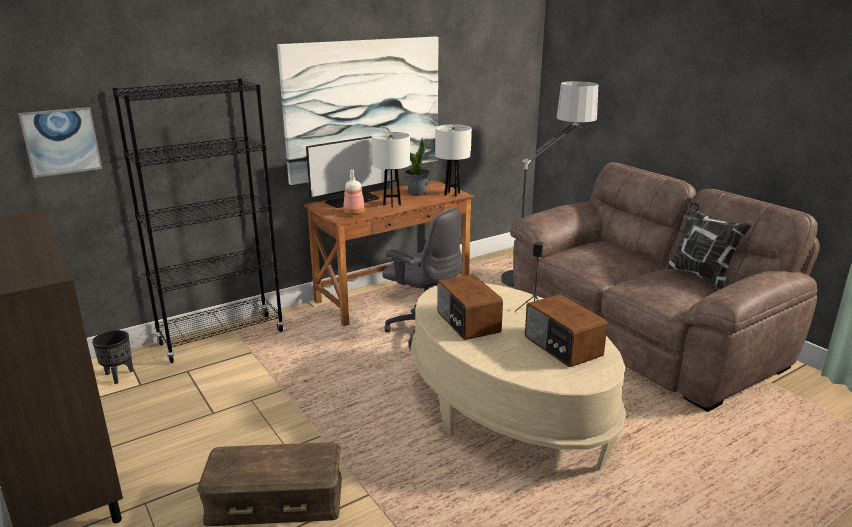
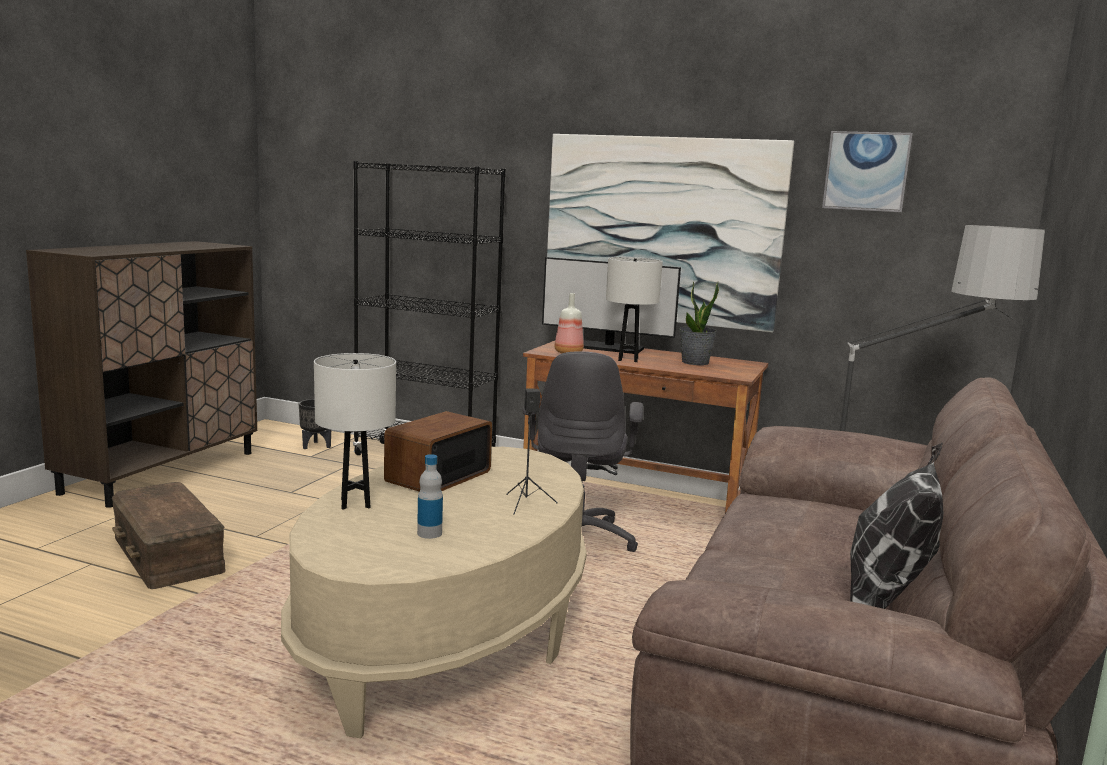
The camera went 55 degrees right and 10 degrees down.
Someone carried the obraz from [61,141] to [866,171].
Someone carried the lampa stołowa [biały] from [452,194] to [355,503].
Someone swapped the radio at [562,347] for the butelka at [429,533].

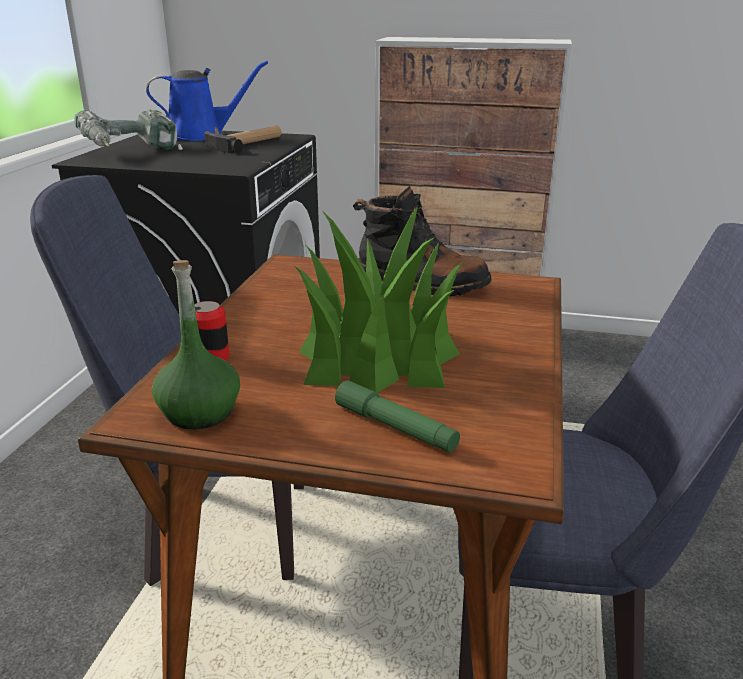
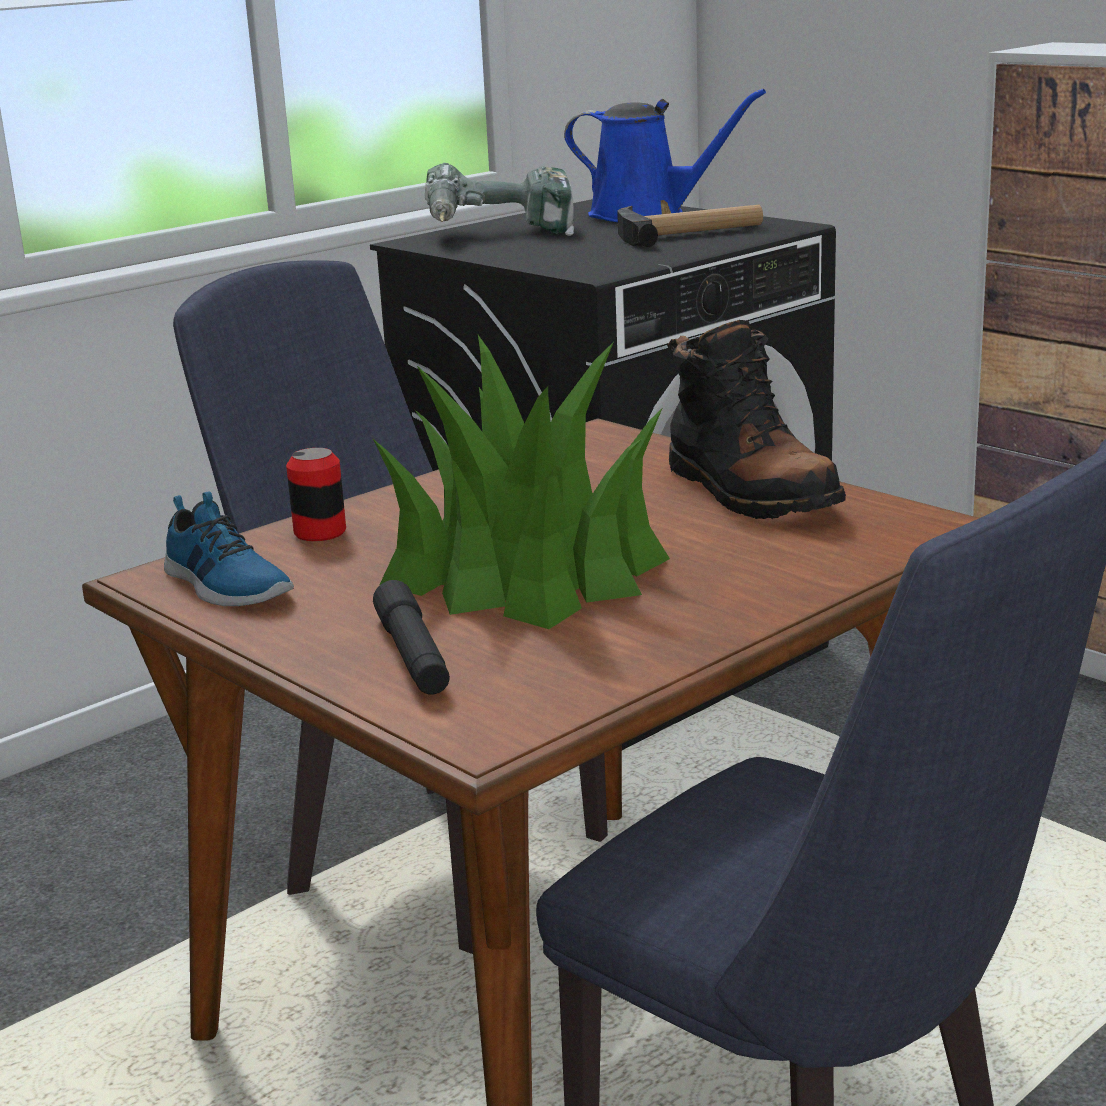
The camera went 35 degrees right and 5 degrees down.
Someone swapped the butelka [zielony] at [199,412] for the but at [225,586].
Someone repainted the latarka [zielony] at [395,427], which became the latarka [czarny] at [413,655].

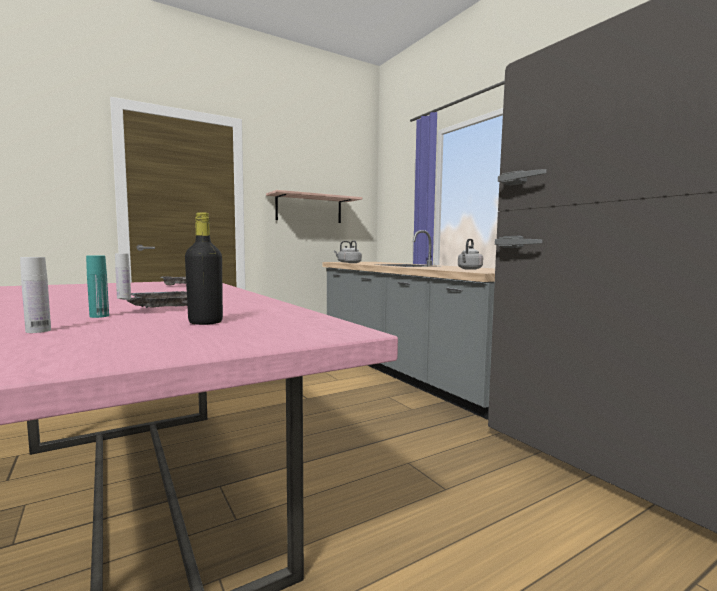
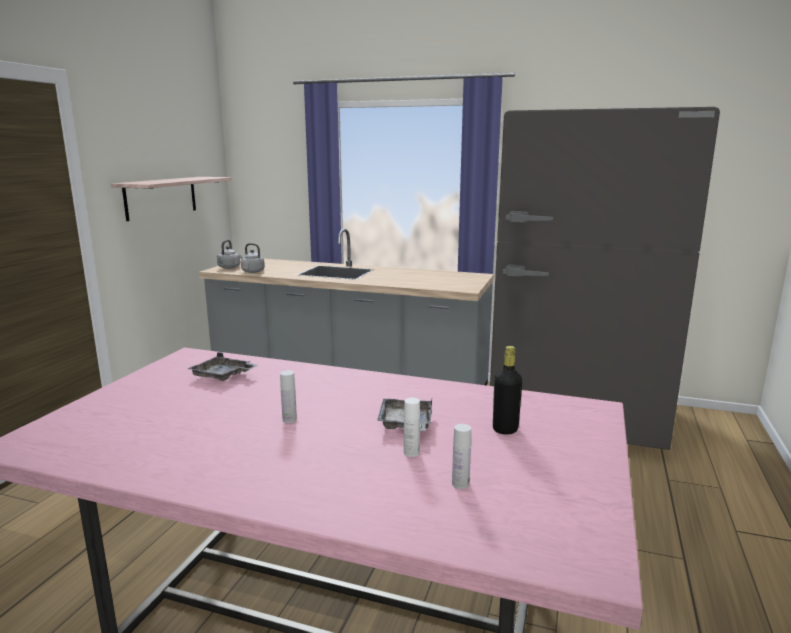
The camera went 40 degrees left and 10 degrees up.
Someone took away the czajnik [szary] at [469,269].
Someone repainted the butelka [turkusowy] at [99,316], which became the butelka [biały] at [411,452].

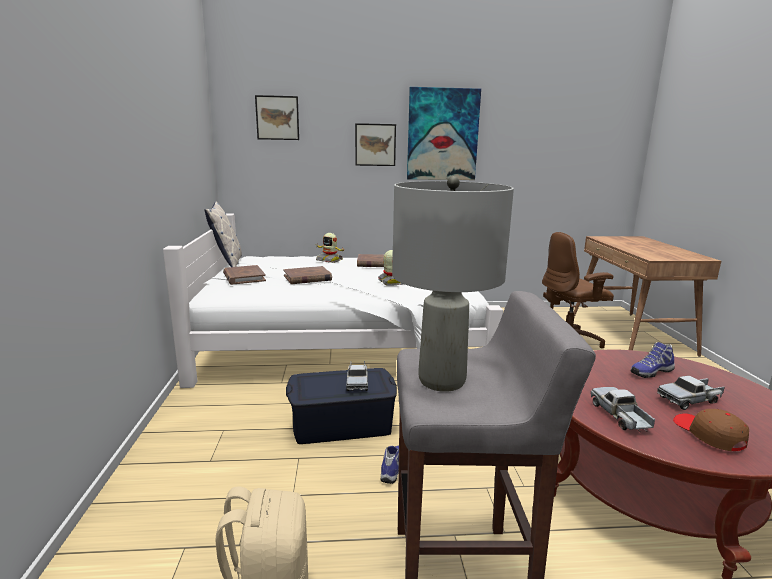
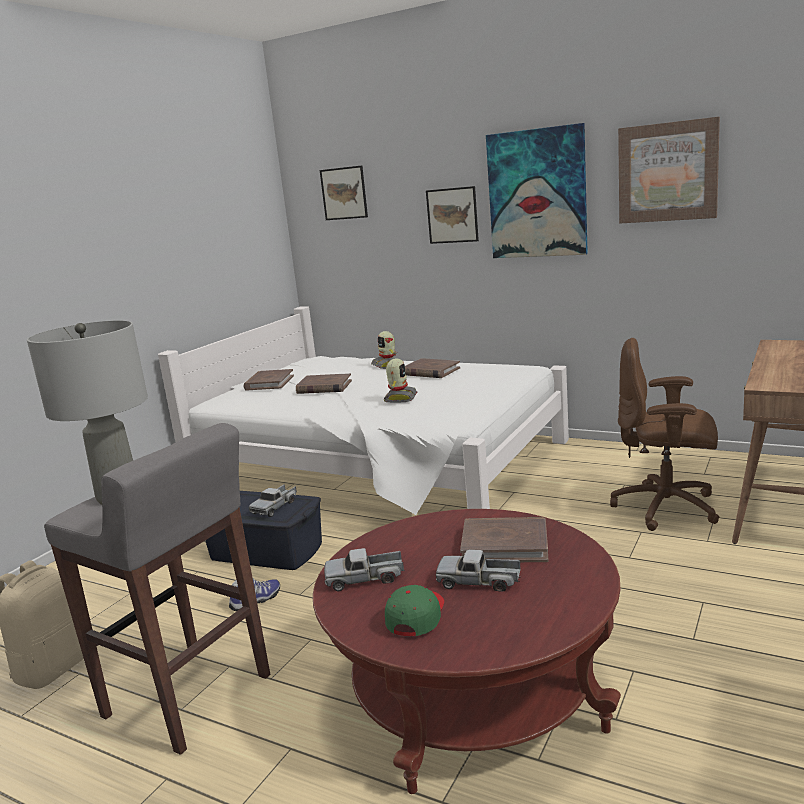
The camera went 35 degrees right and 0 degrees up.
Someone took away the poduszka at [227,263].
Someone swapped the but at [650,372] for the książka [brązowy] at [505,544].
Someone rotated the ciężarówka zabawkowa at [620,416] by 120 degrees counterclockwise.
Someone repainted the czapka z daszkiem [brązowy] at [708,434], which became the czapka z daszkiem [zielony] at [416,616].
Someone put up the obraz at [667,172].

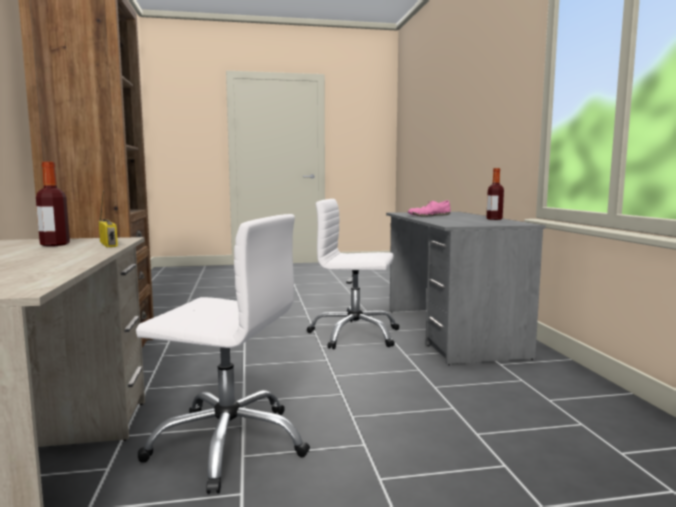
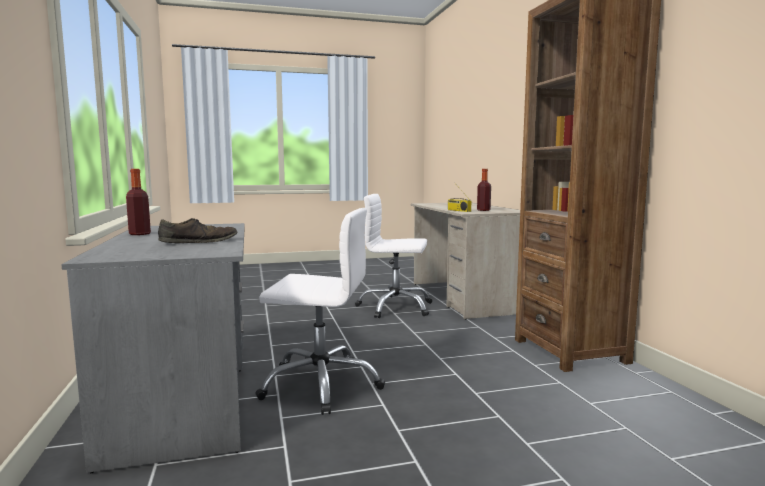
The camera went 175 degrees right and 0 degrees up.
Someone repainted the but [różowy] at [429,216], which became the but [brązowy] at [199,241].

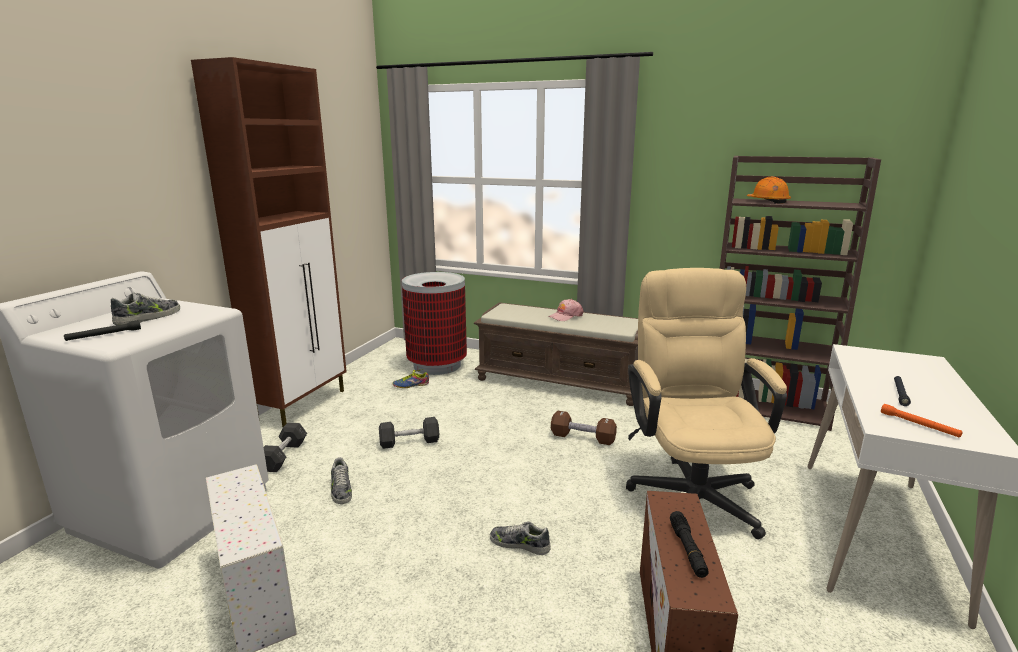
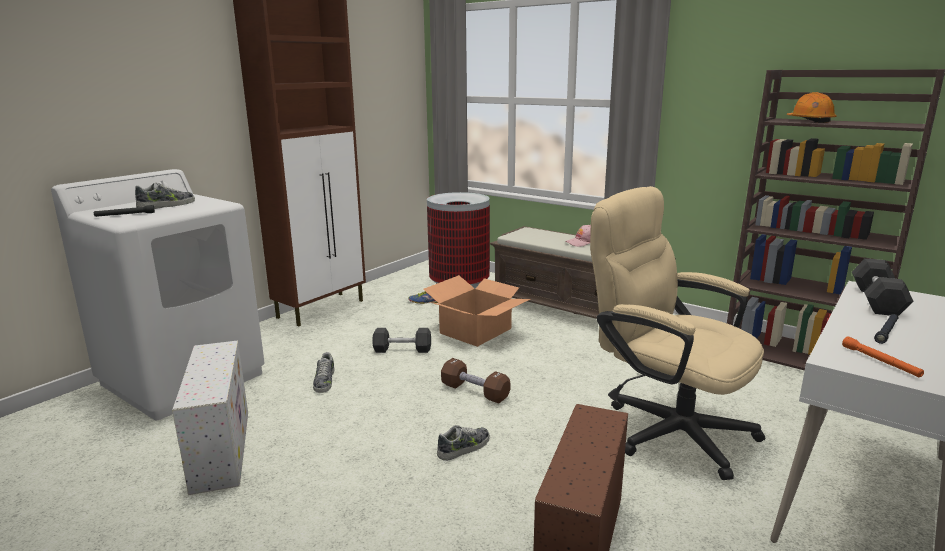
The camera went 15 degrees right and 0 degrees up.
Someone rotated the krzesło biurowe [beżowy] at [691,491] by 60 degrees counterclockwise.
Someone carried the hantel [brązowy] from [582,438] to [475,392].
Someone carried the hantel [szary] from [283,456] to [877,301].
Someone took away the latarka [czarny] at [687,549].
Someone rotated the but at [519,544] by 105 degrees clockwise.
Someone put down the karton at [476,331].

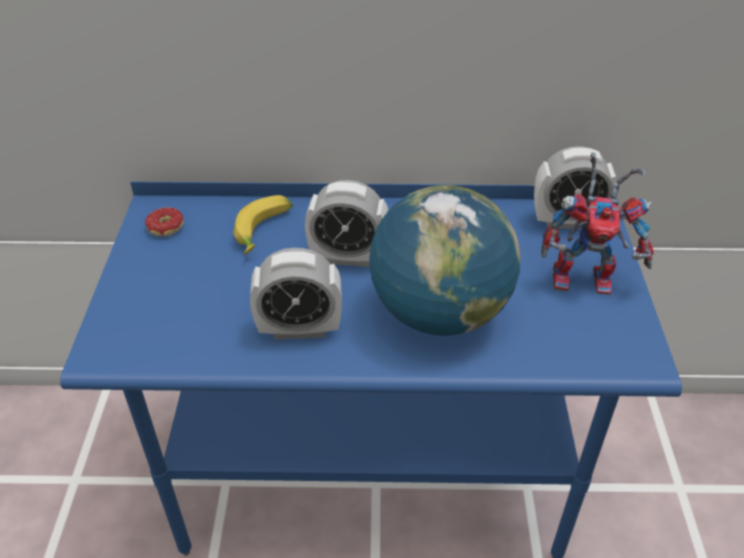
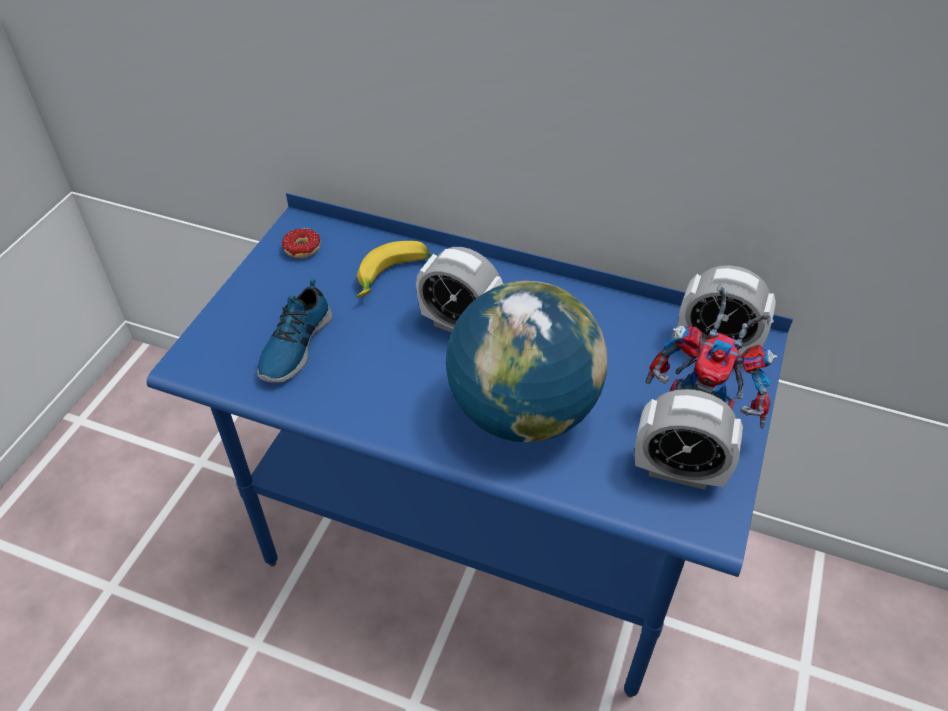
The camera went 20 degrees right and 5 degrees up.
Someone carried the budzik from [299,329] to [678,471].
Someone put down the but at [294,345].

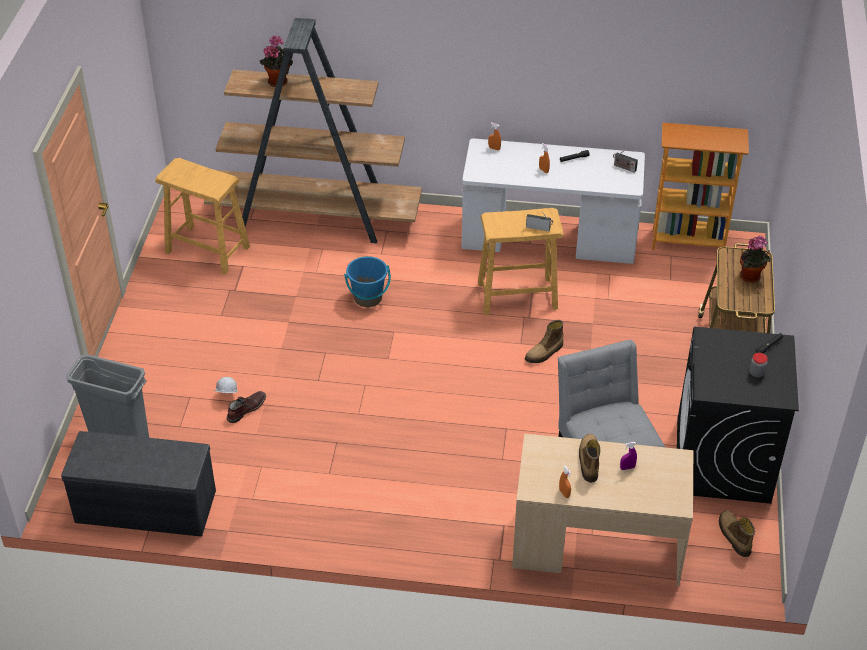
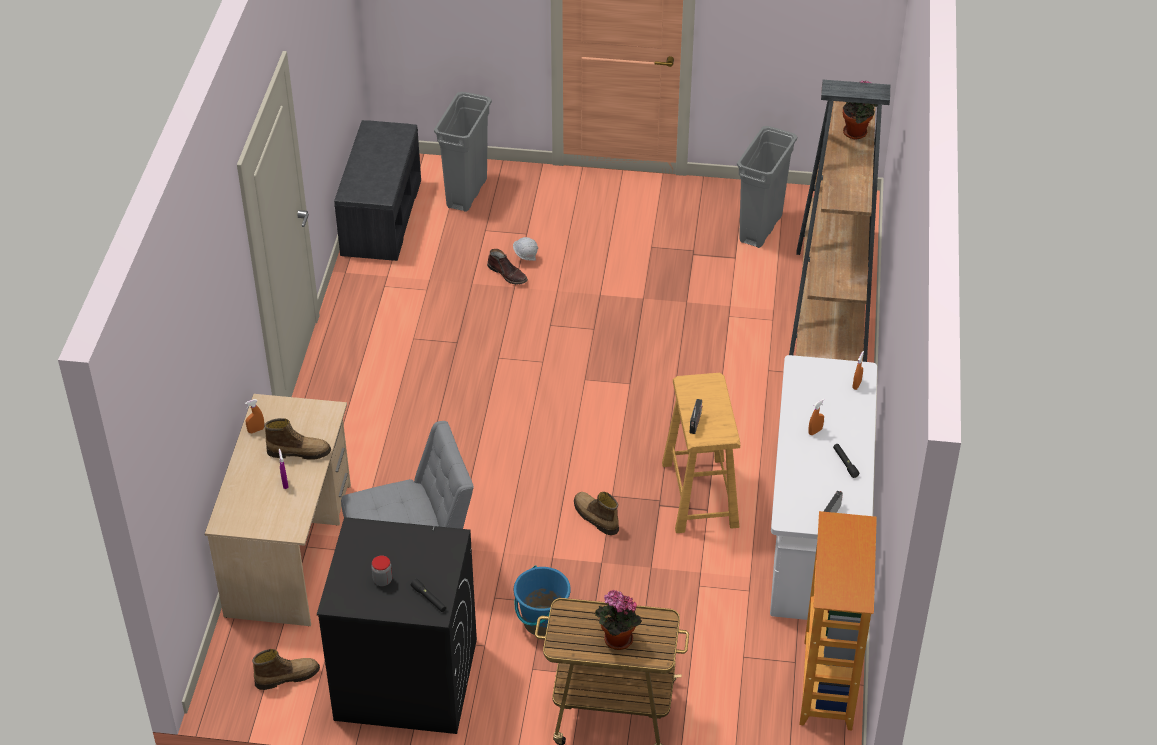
The camera went 90 degrees right and 0 degrees up.
Someone swapped the stołek [beżowy] at [208,250] for the kosz na śmieci [szary] at [760,229].
Someone carried the wiadro [niebieski] from [368,298] to [542,621].

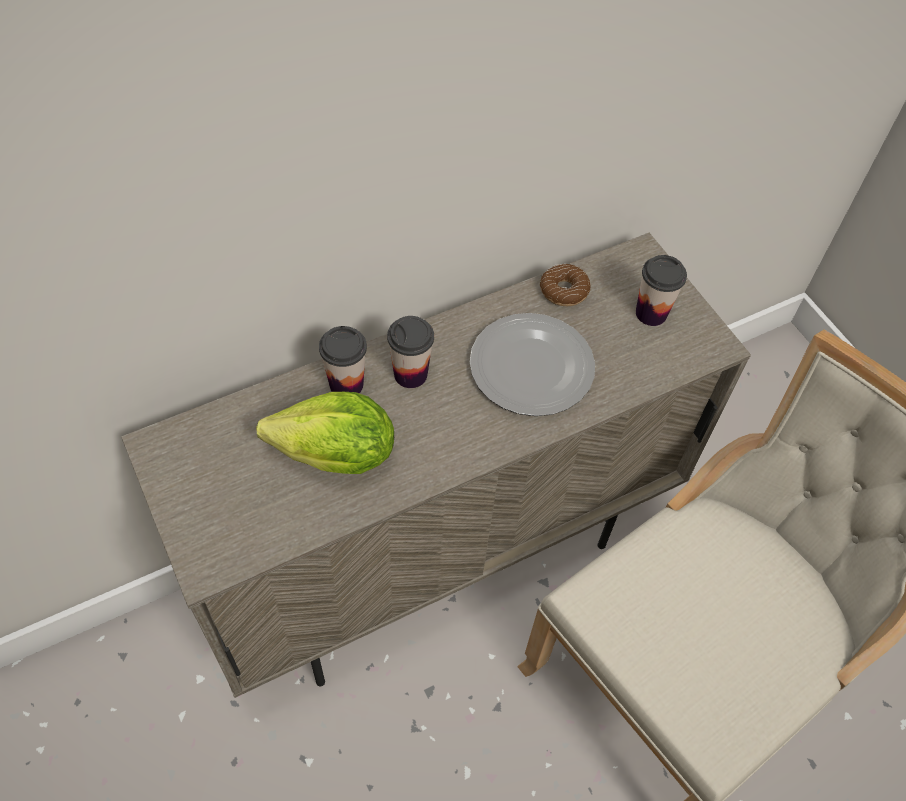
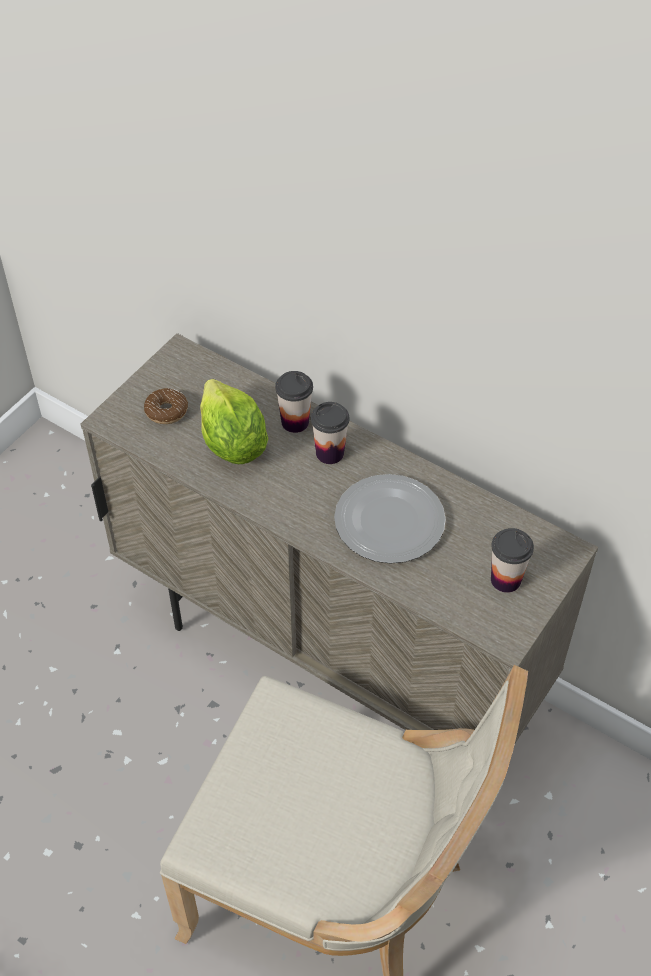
The camera went 65 degrees right and 5 degrees down.
Someone carried the donut from [564,290] to [166,411].

